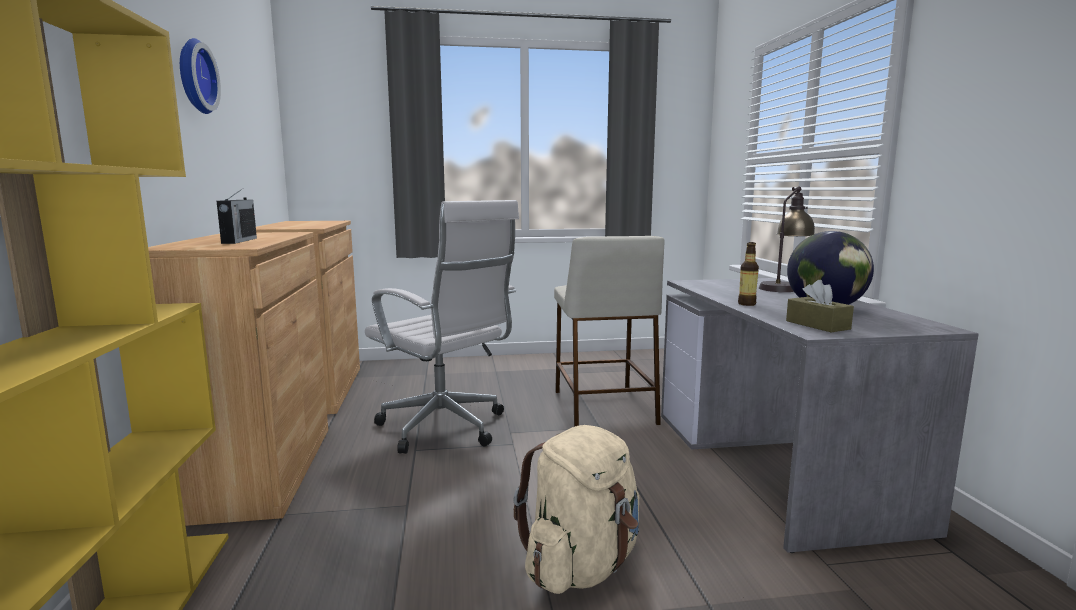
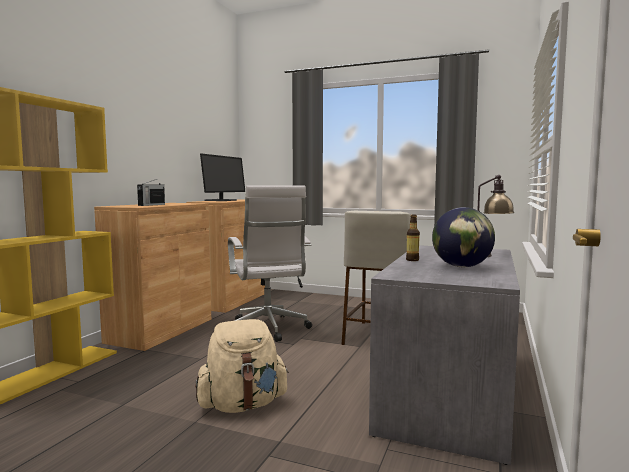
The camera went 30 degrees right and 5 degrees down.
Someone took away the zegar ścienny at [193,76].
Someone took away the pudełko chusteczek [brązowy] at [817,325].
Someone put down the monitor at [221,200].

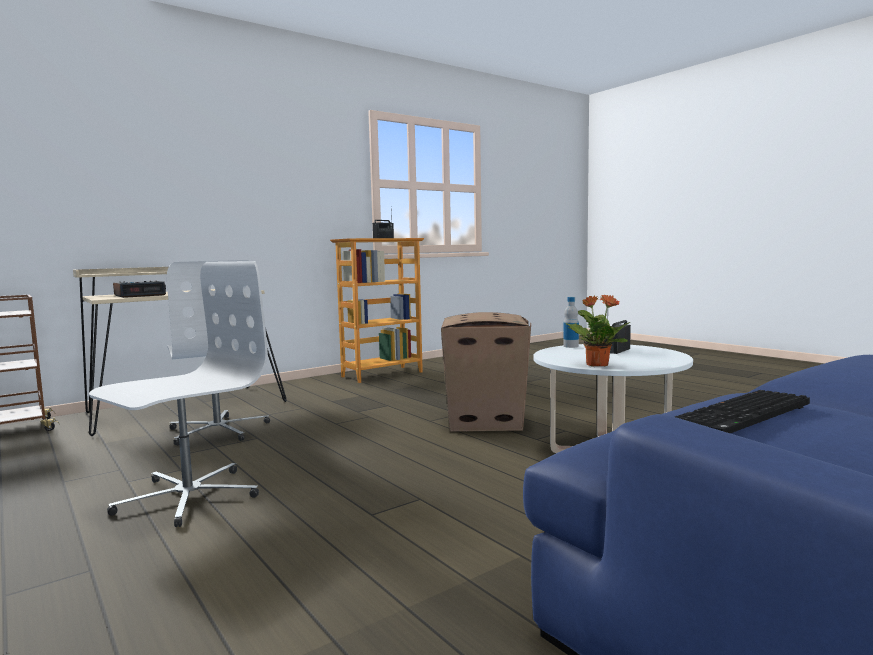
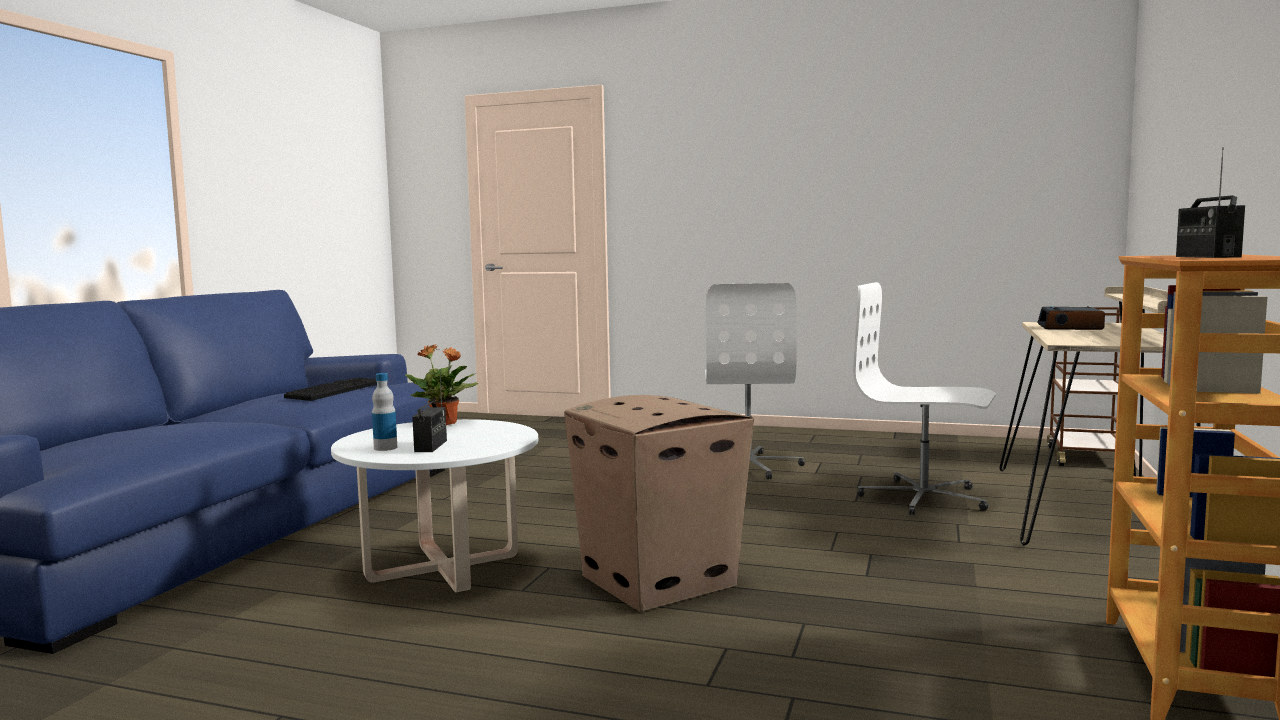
The camera went 145 degrees right and 0 degrees up.
Someone carried the butelka from [571,346] to [385,448].

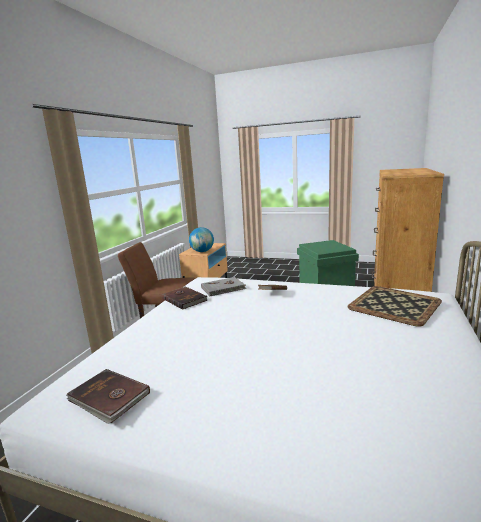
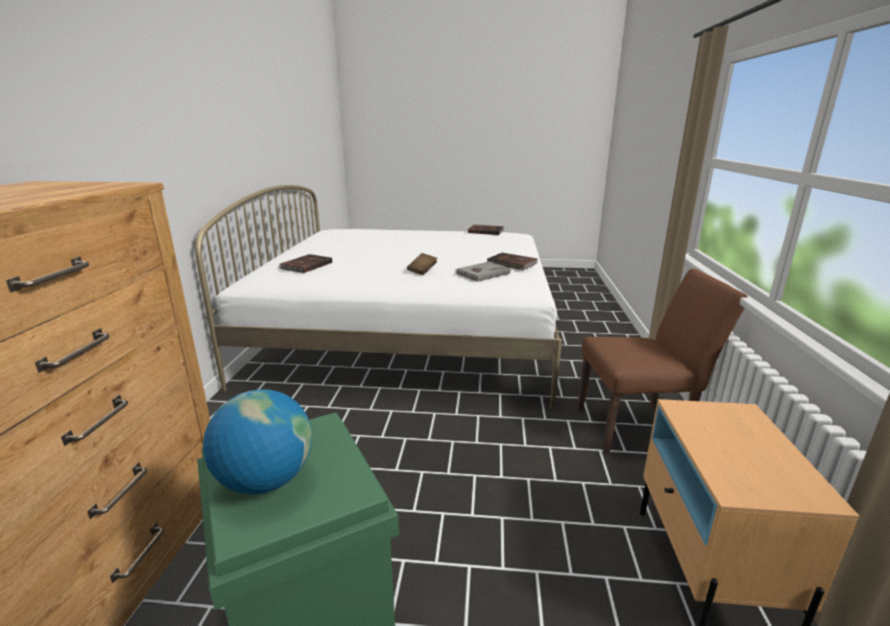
The camera went 165 degrees right and 5 degrees up.
Someone carried the globus from [202,251] to [265,481].
Someone swapped the taca at [395,305] for the książka [brązowy] at [305,265].

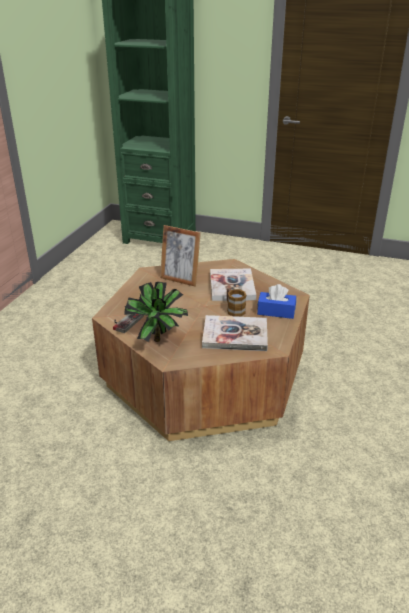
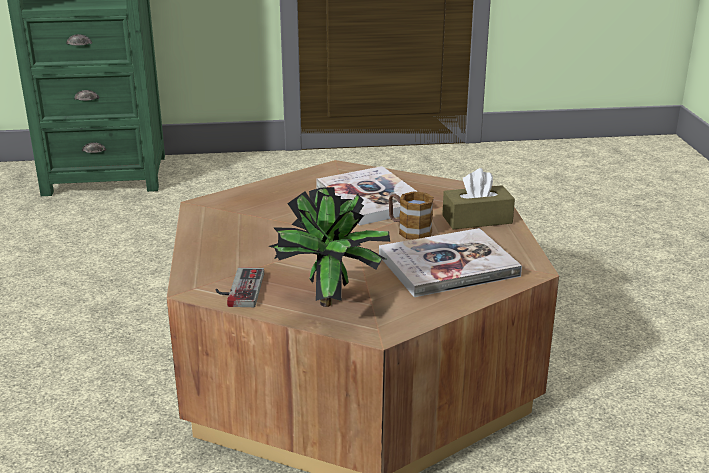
The camera went 25 degrees left and 5 degrees down.
Someone took away the ramka na zdjęcie at [180,279].
Someone repainted the pudełko chusteczek [niebieski] at [276,311], which became the pudełko chusteczek [brązowy] at [477,219].

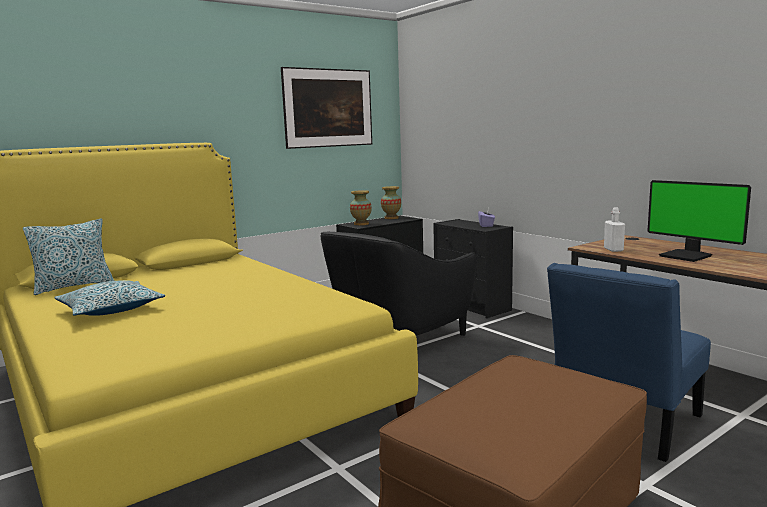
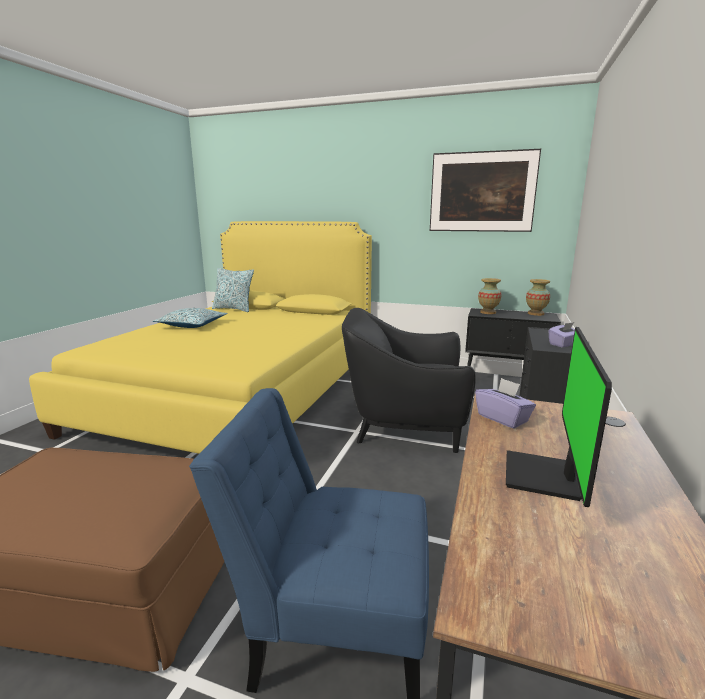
The camera went 55 degrees right and 5 degrees up.
Someone swapped the butelka [biały] at [613,249] for the pudełko chusteczek [fioletowy] at [503,418].

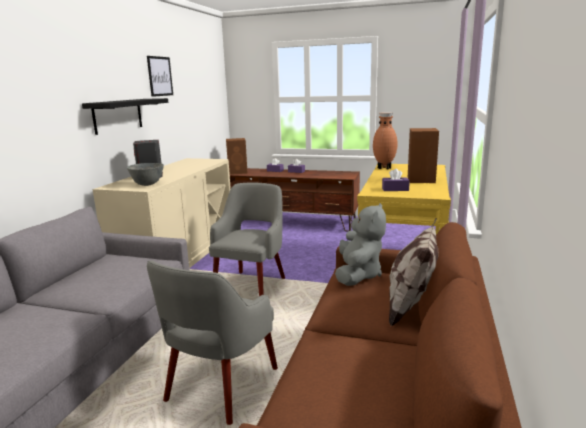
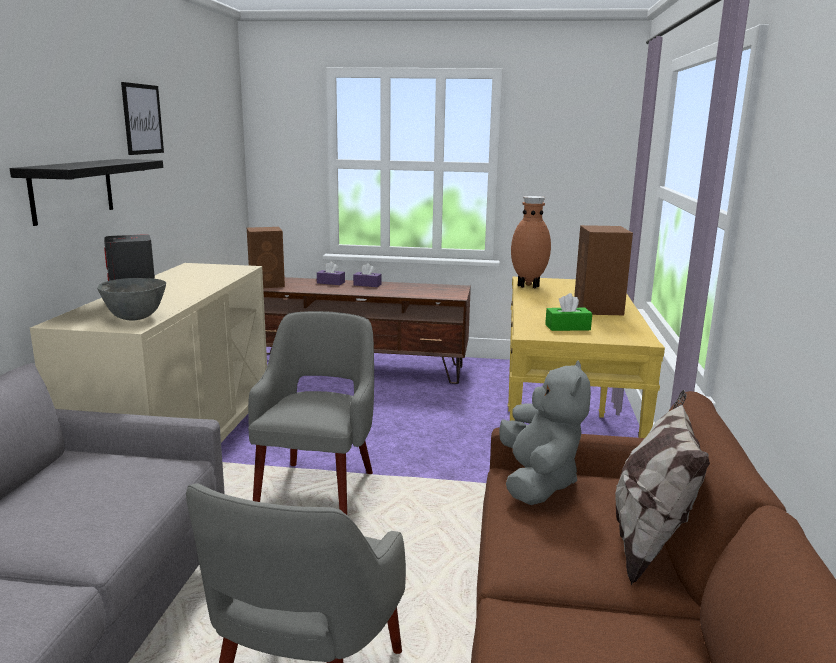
The camera went 10 degrees left and 0 degrees up.
Someone repainted the pudełko chusteczek [fioletowy] at [395,189], which became the pudełko chusteczek [zielony] at [567,327].

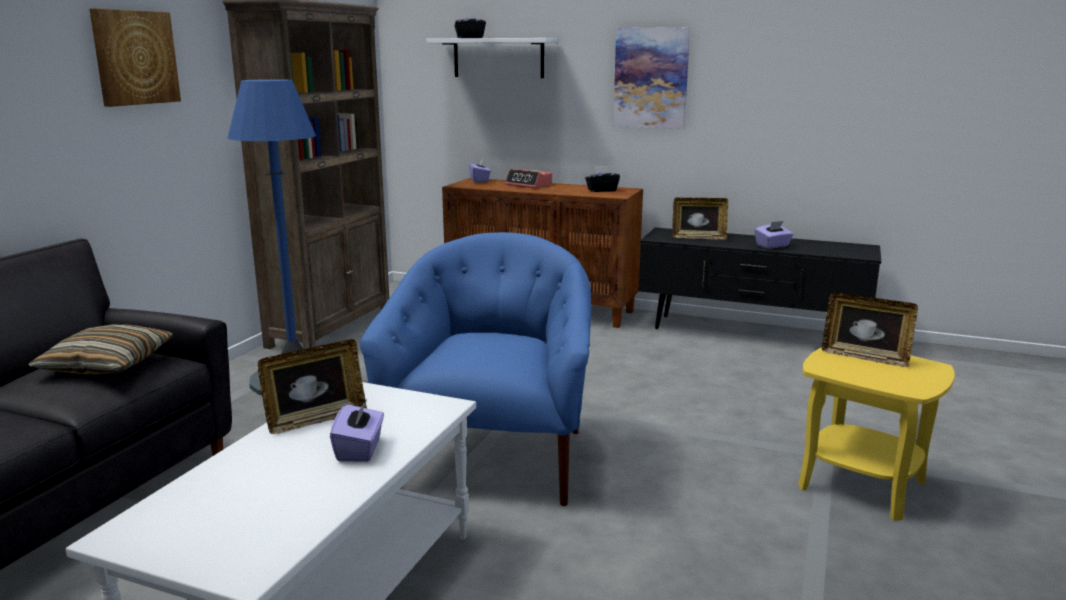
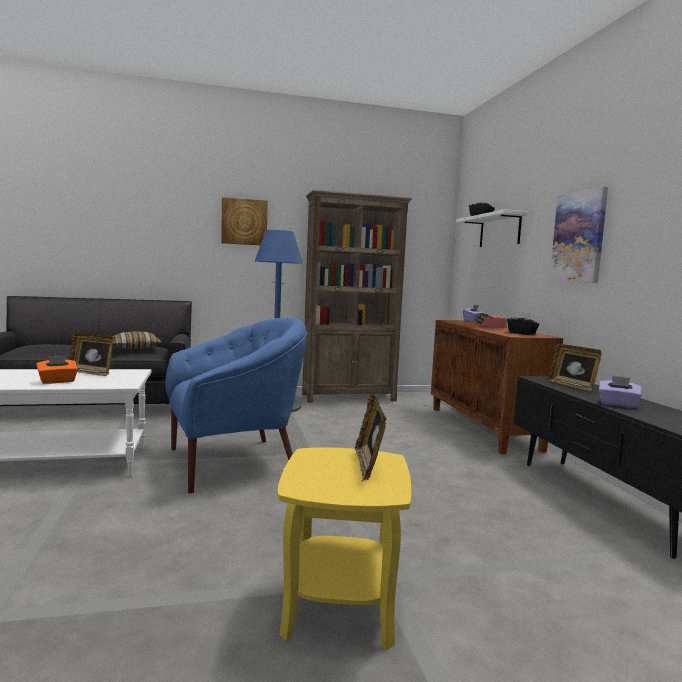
The camera went 55 degrees right and 10 degrees down.
Someone repainted the pudełko chusteczek [fioletowy] at [360,450], which became the pudełko chusteczek [pomarańczowy] at [57,381].

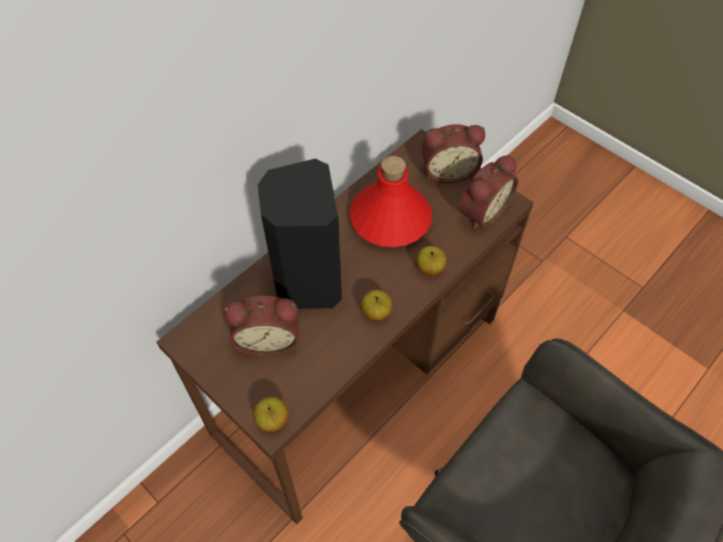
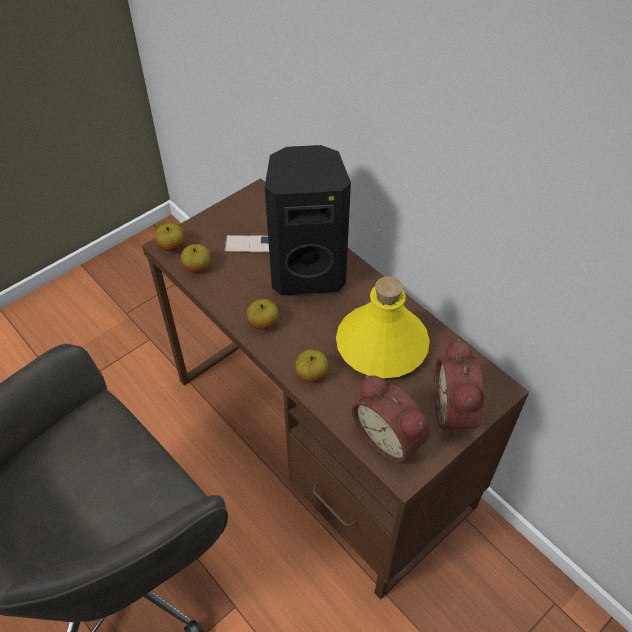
The camera went 95 degrees right and 5 degrees down.
Someone repainted the butelka [czerwony] at [390,218], which became the butelka [żółty] at [382,345].
Someone swapped the budzik at [268,338] for the telefon at [249,244].
Someone put down the jabłko at [197,267].

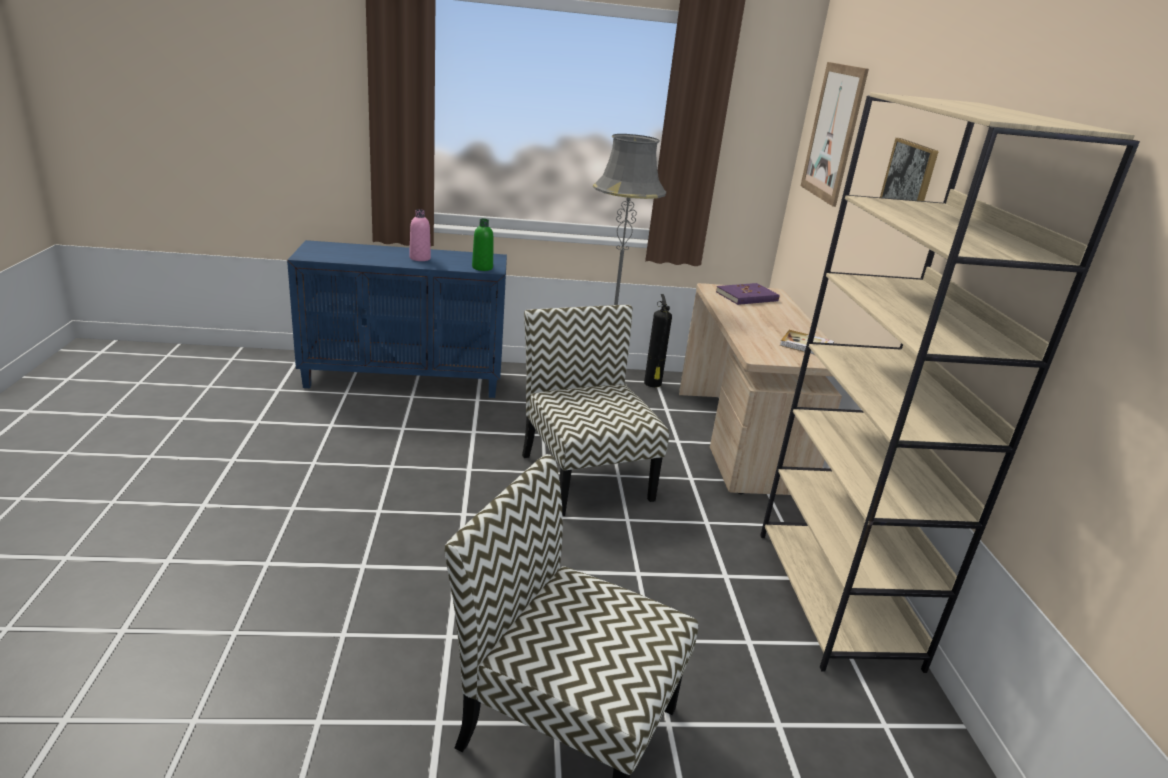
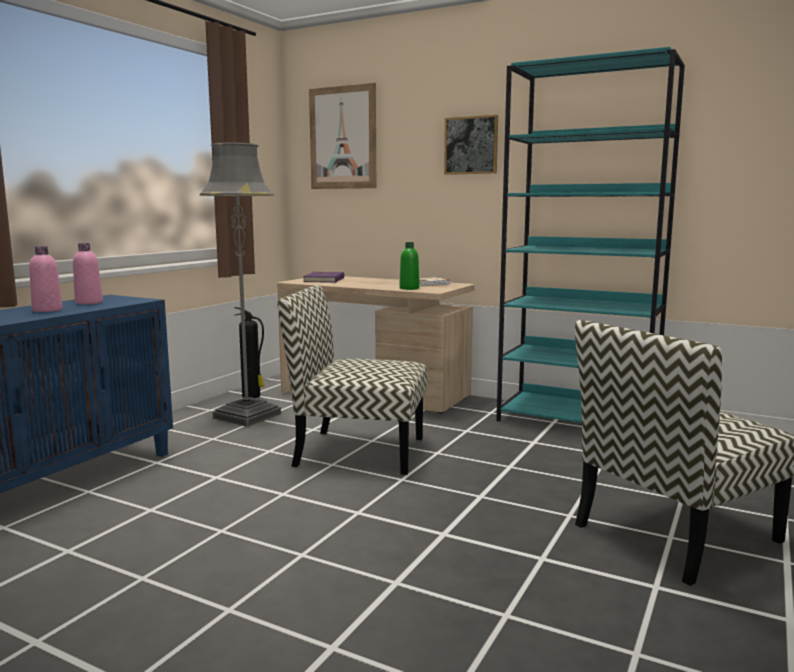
The camera went 55 degrees left and 15 degrees down.
Someone repainted the regał [beżowy] at [836,598], which became the regał [turkusowy] at [577,421].
Someone carried the butelka [zielony] from [482,268] to [409,288].
Someone put down the butelka [różowy] at [89,302].

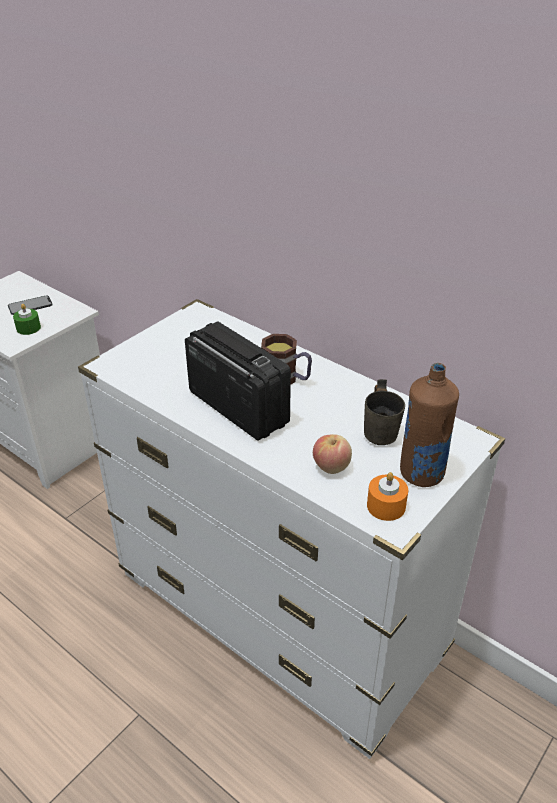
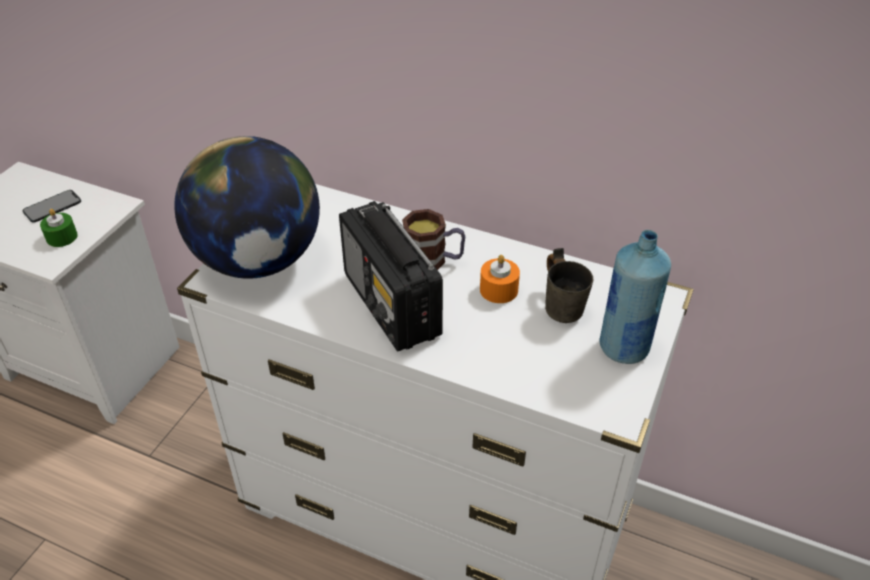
The camera went 15 degrees left and 5 degrees up.
Someone rotated the radio at [237,407] by 150 degrees counterclockwise.
Someone repainted the butelka [brązowy] at [421,474], which became the butelka [niebieski] at [623,348].
Someone took away the jabłko at [331,466].
Someone carried the świeca [pomarańczowy] from [386,506] to [498,290].
Someone put down the globus at [258,261].

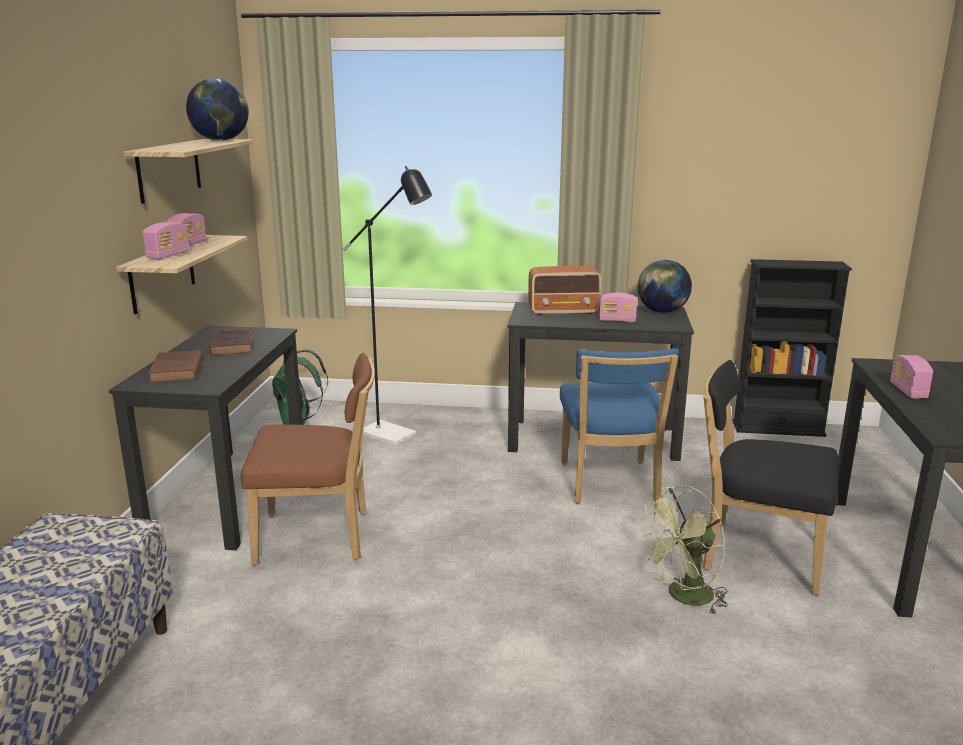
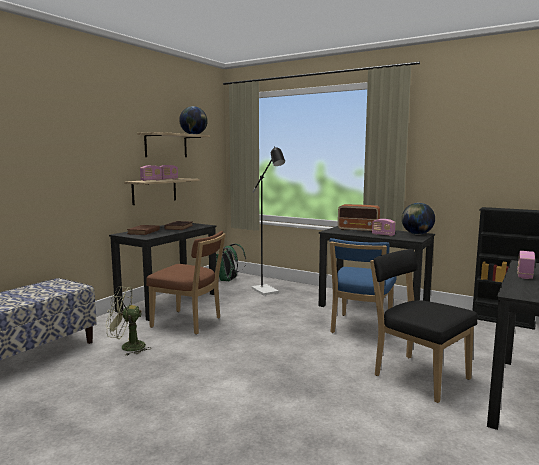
The camera went 25 degrees right and 10 degrees down.
Someone carried the wentylator [zielony] from [684,597] to [127,347].

